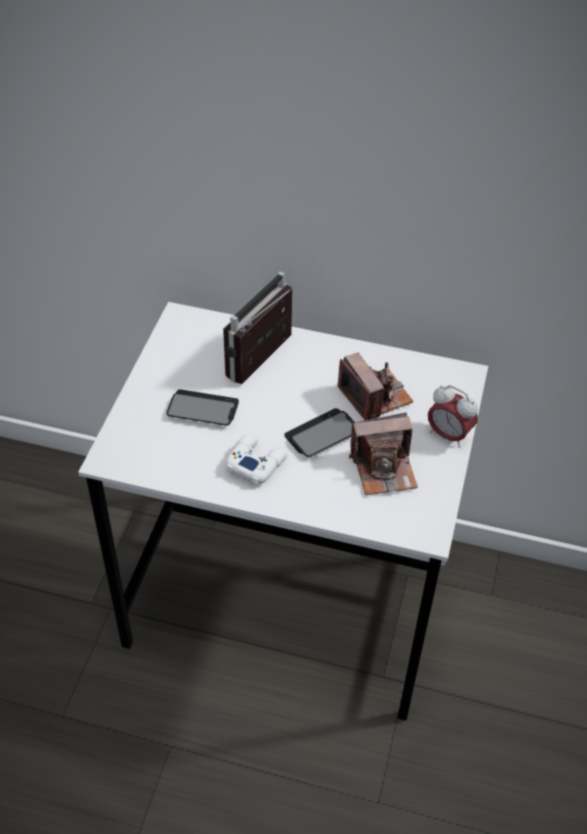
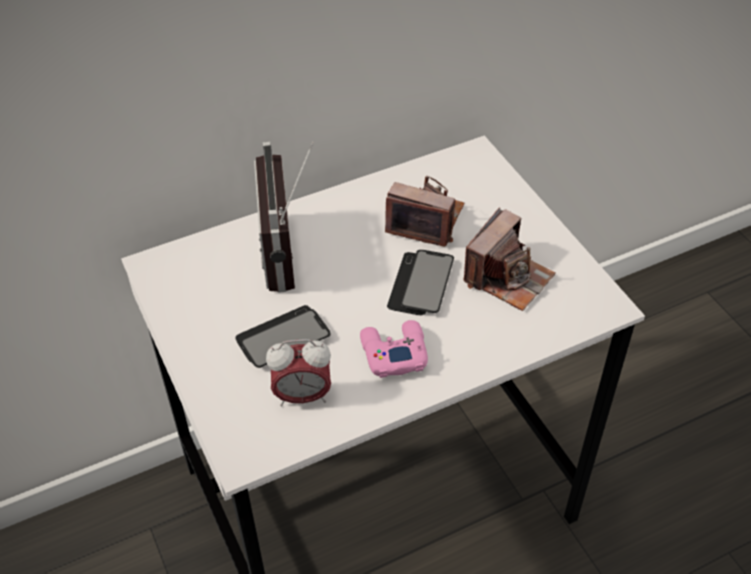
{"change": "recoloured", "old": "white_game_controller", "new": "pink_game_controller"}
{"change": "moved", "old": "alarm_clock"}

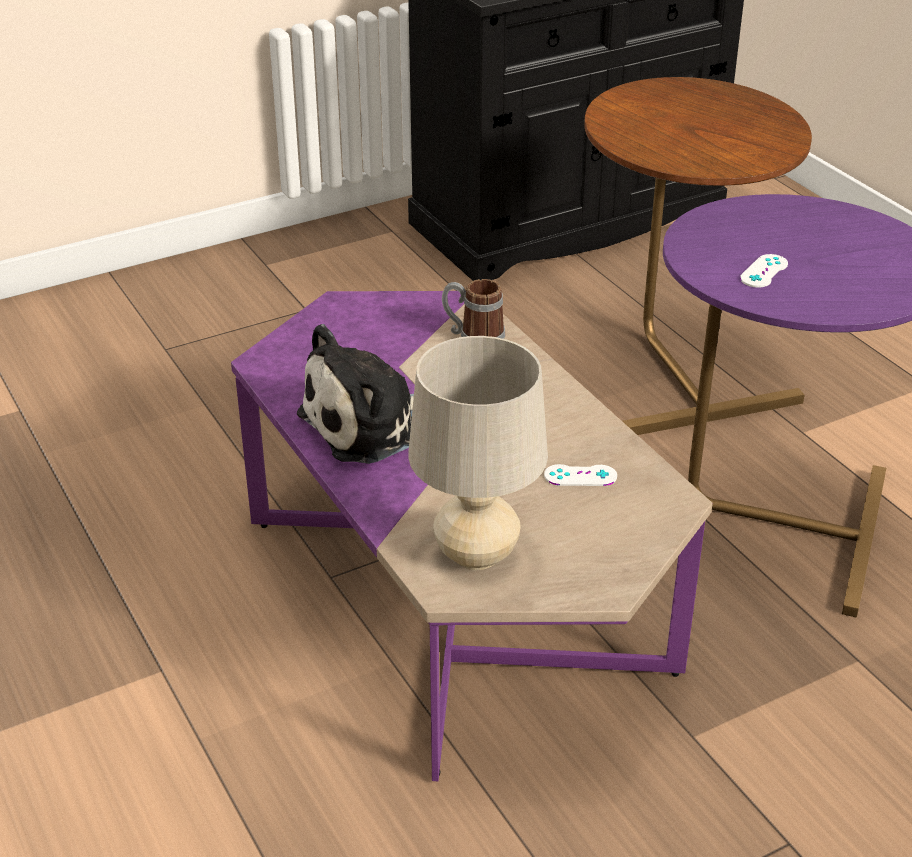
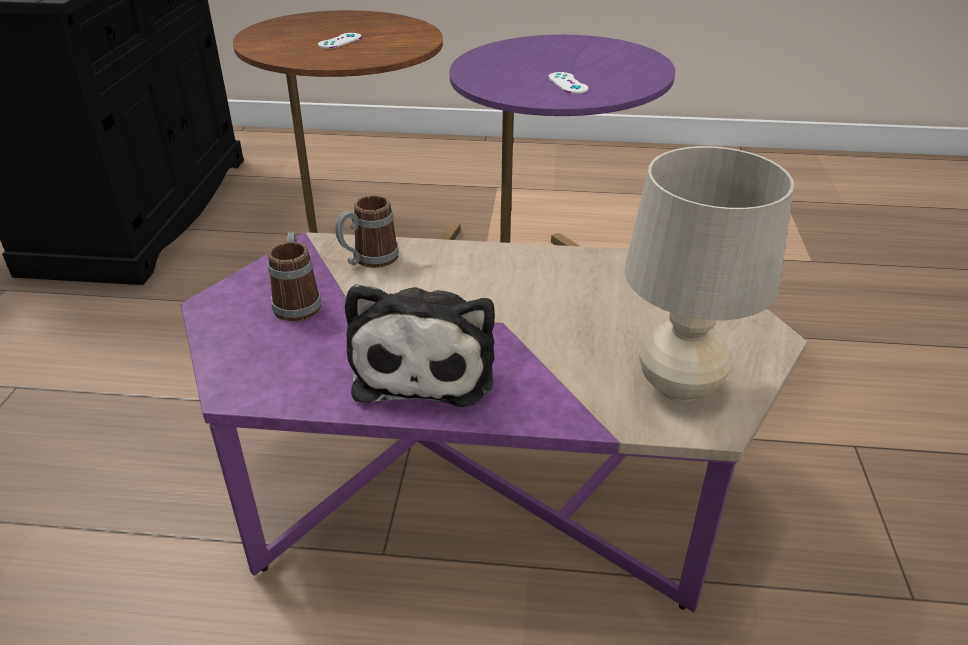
{"change": "moved", "old": "white_game_controller (1st from left)"}
{"change": "added", "new": "mug (1st from left)"}

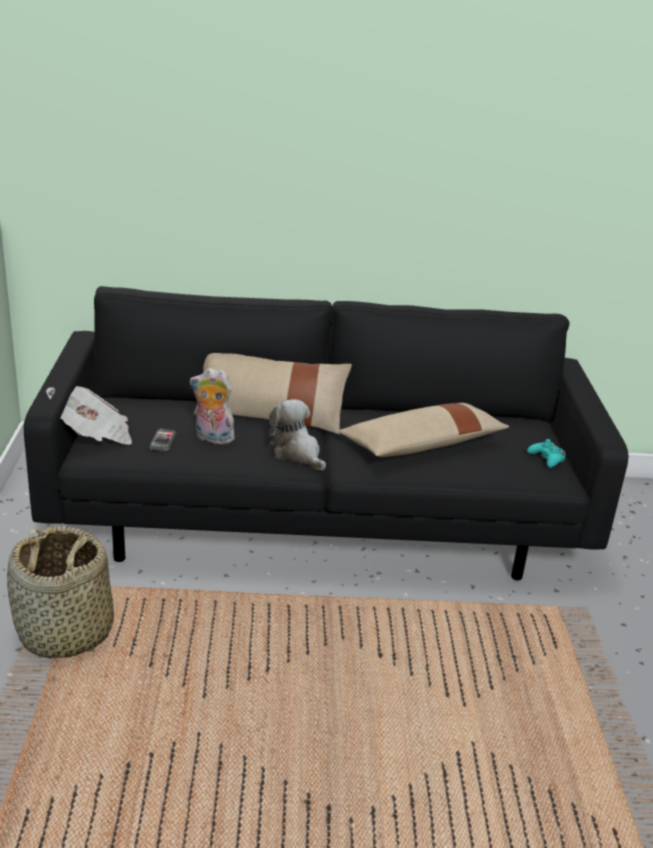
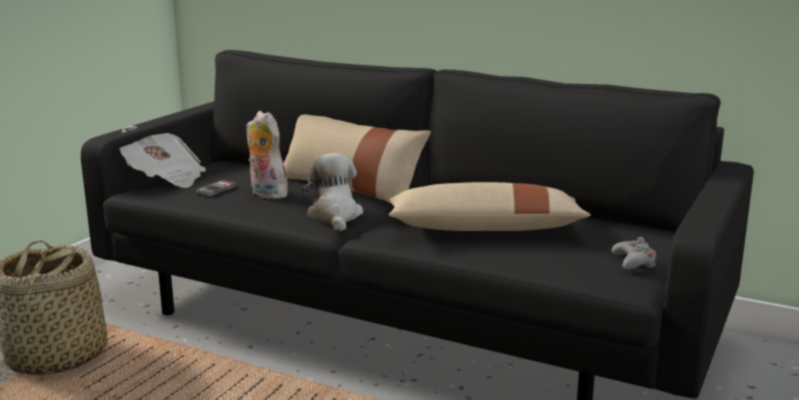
{"change": "recoloured", "old": "turquoise_game_controller", "new": "grey_game_controller"}

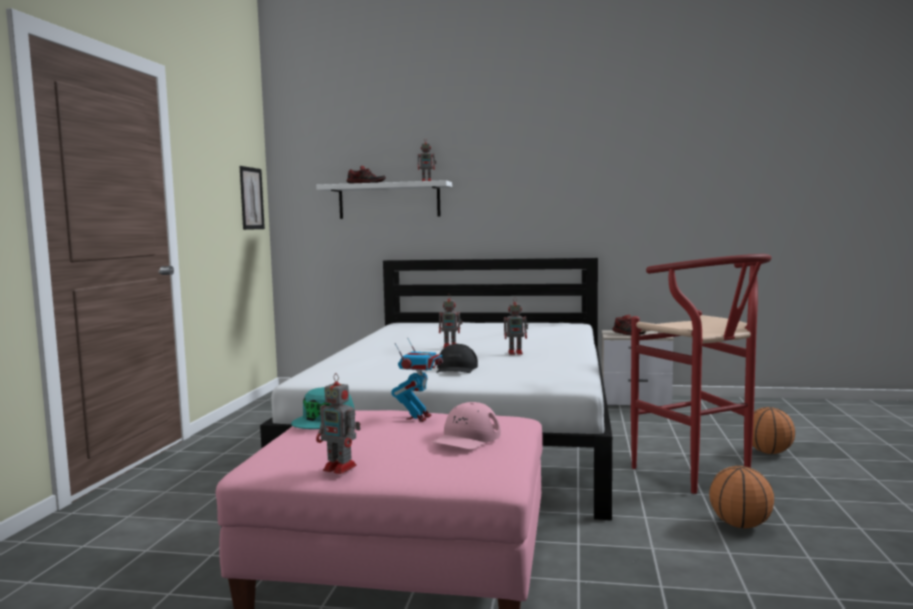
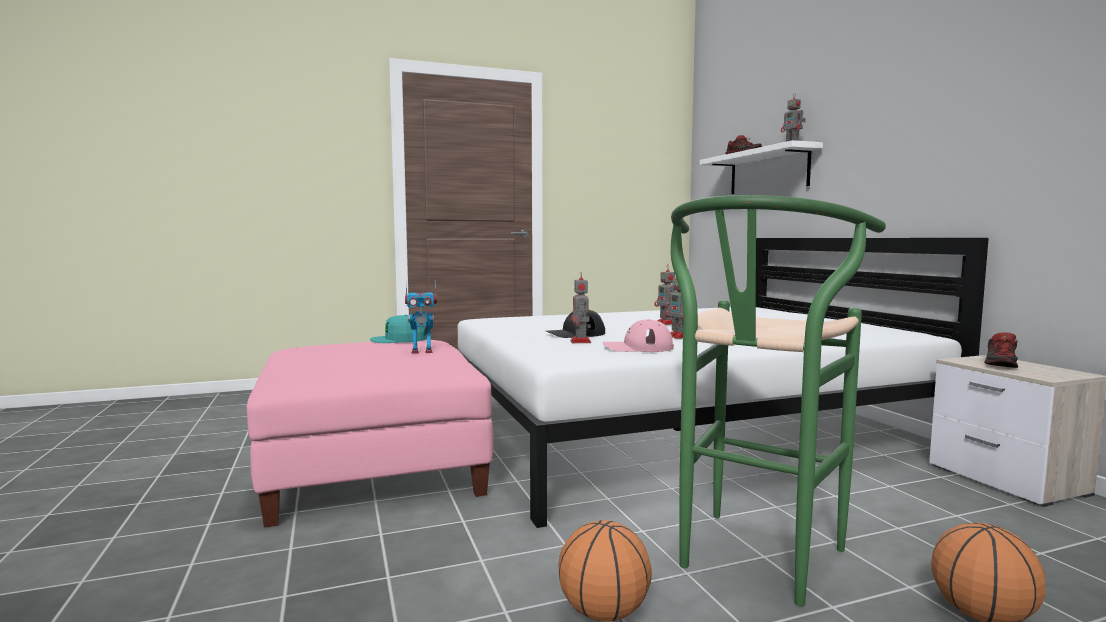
{"change": "removed", "old": "picture"}
{"change": "moved", "old": "toy_robot (1st from left in the first image)", "new": "toy_robot (2nd from left)"}
{"change": "moved", "old": "pink_cap"}
{"change": "recoloured", "old": "red_stool", "new": "green_stool"}

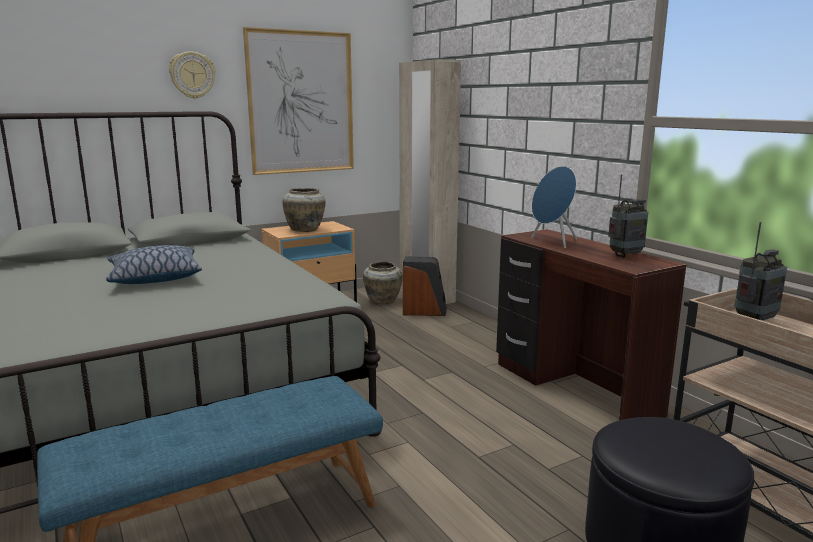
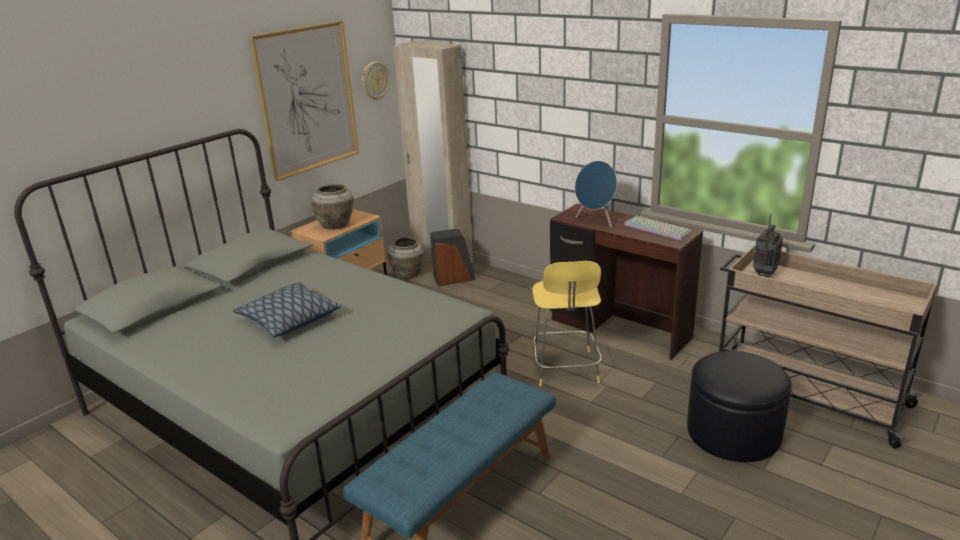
{"change": "moved", "old": "wall_clock"}
{"change": "replaced", "old": "radio (1st from left)", "new": "keyboard"}
{"change": "added", "new": "yellow_stool"}

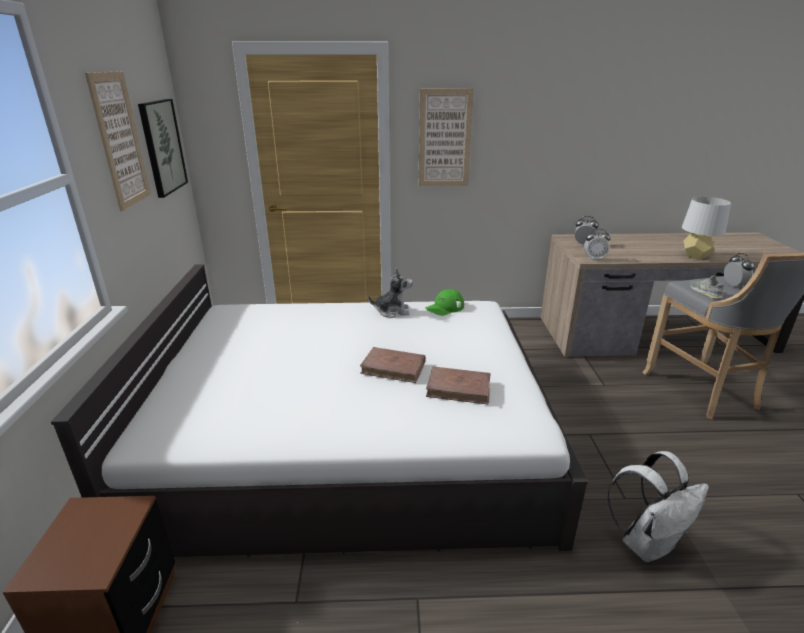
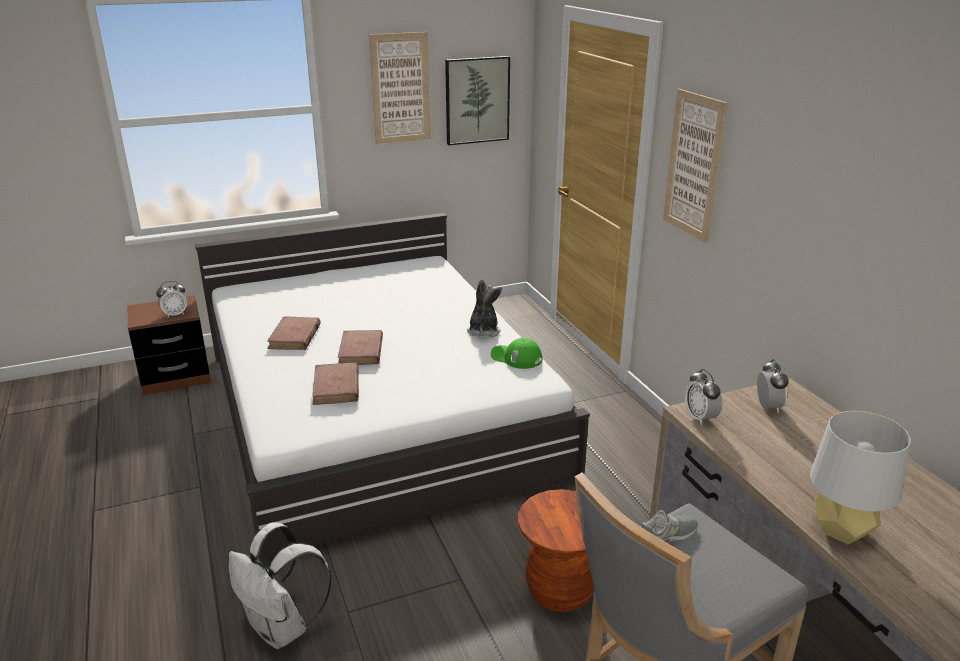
{"change": "turned", "old": "plush_toy", "degrees": -150}
{"change": "moved", "old": "alarm_clock (3rd from left in the first image)", "new": "alarm_clock (1st from left)"}
{"change": "added", "new": "brown_book (1st from left)"}
{"change": "added", "new": "brown_stool"}

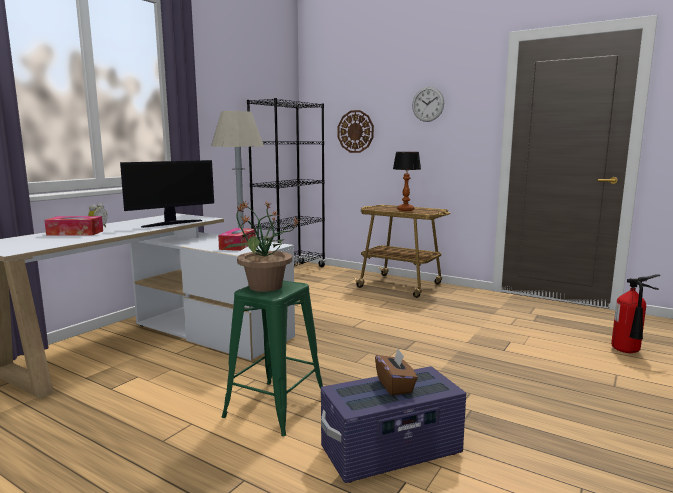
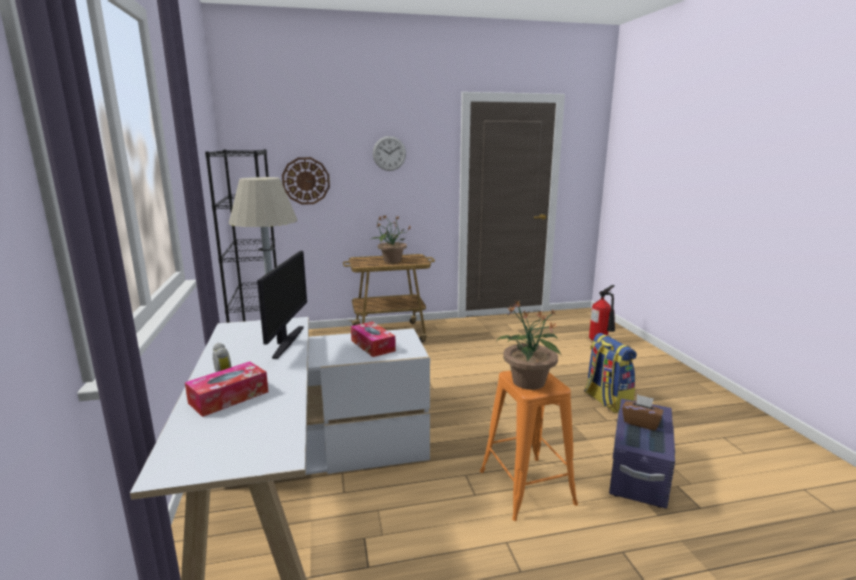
{"change": "recoloured", "old": "green_stool", "new": "orange_stool"}
{"change": "replaced", "old": "table_lamp", "new": "potted_plant (1st from left)"}
{"change": "added", "new": "backpack"}

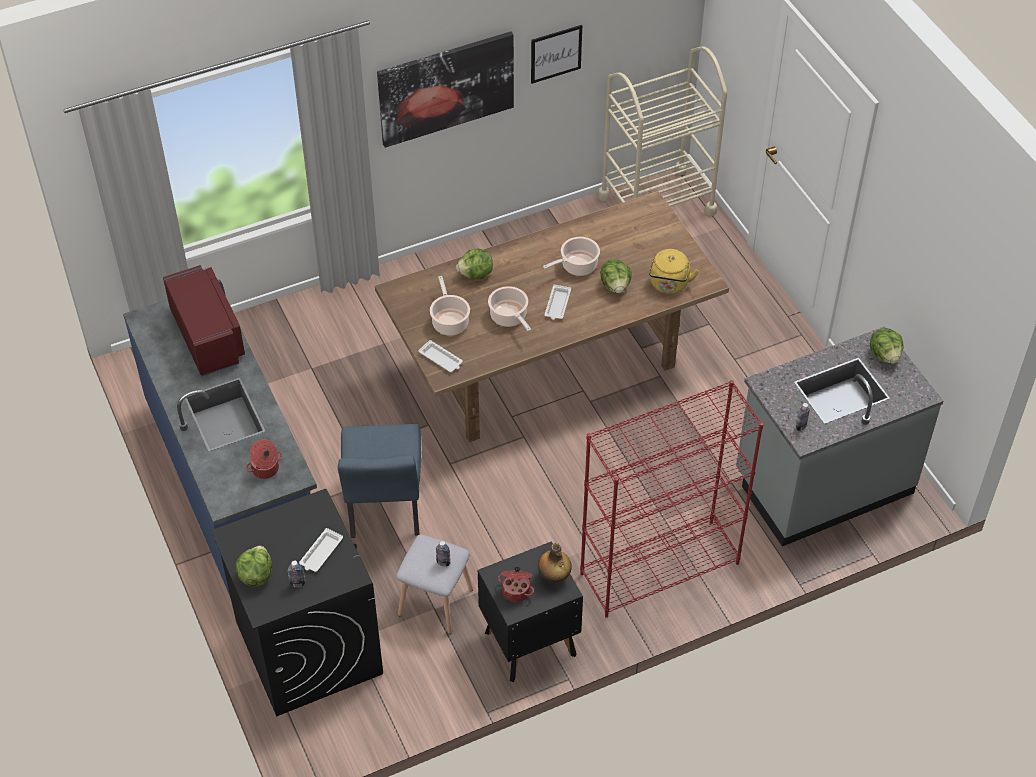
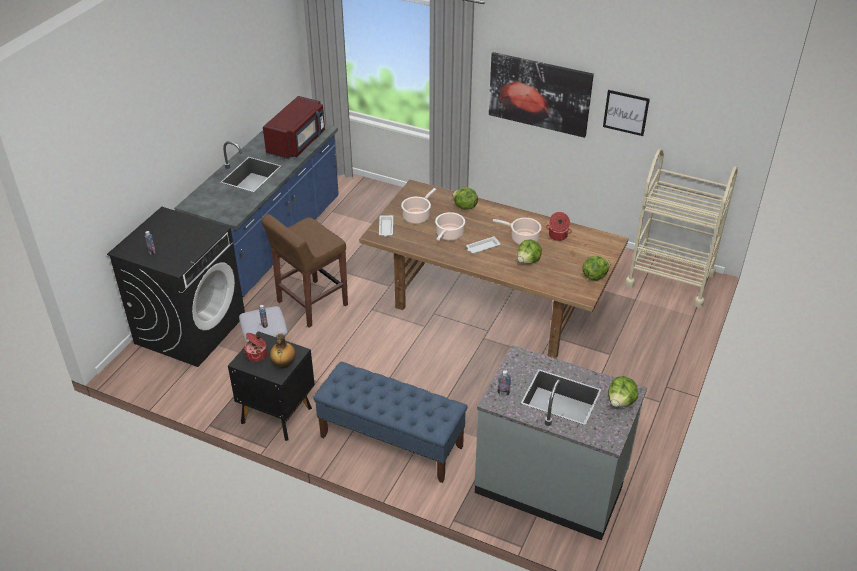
{"change": "moved", "old": "lettuce (1st from left in the first image)", "new": "lettuce (3rd from left)"}
{"change": "moved", "old": "cooking_pot (1st from left in the first image)", "new": "cooking_pot (5th from left)"}
{"change": "removed", "old": "white_tray (1st from left)"}
{"change": "replaced", "old": "blue_chair", "new": "brown_stool"}
{"change": "replaced", "old": "red_bookcase", "new": "blue_bench"}
{"change": "removed", "old": "yellow_kettle"}

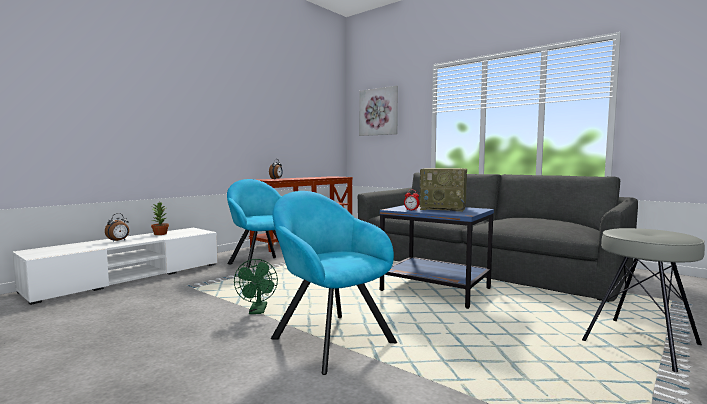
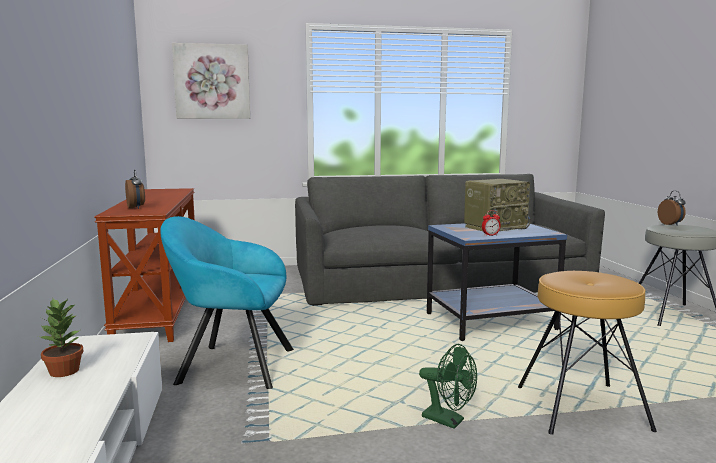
{"change": "moved", "old": "alarm_clock (1st from left in the first image)", "new": "alarm_clock (3rd from left)"}
{"change": "replaced", "old": "turquoise_armchair (2nd from left)", "new": "brown_stool"}

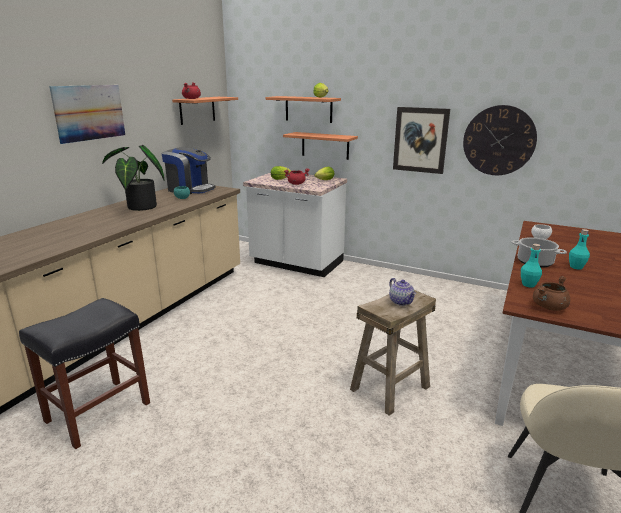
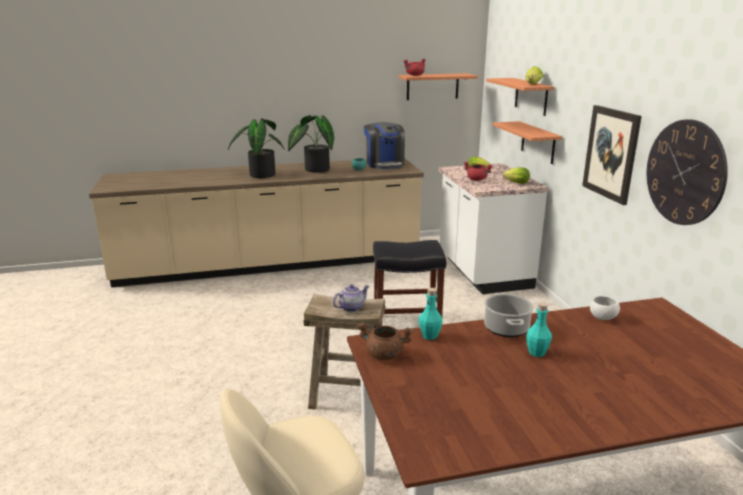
{"change": "moved", "old": "black_stool"}
{"change": "removed", "old": "picture (1st from left)"}
{"change": "turned", "old": "teapot", "degrees": -150}
{"change": "added", "new": "potted_plant (1st from left)"}

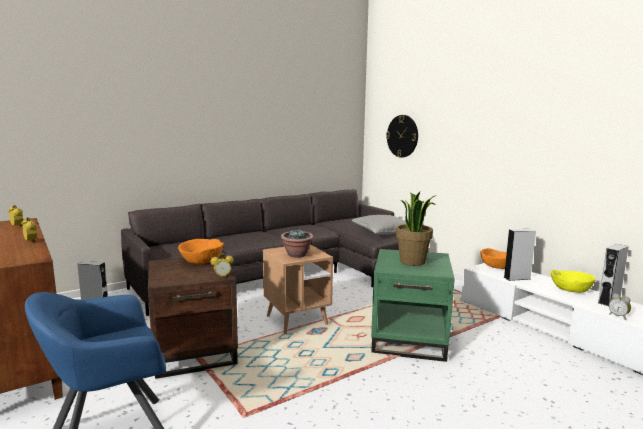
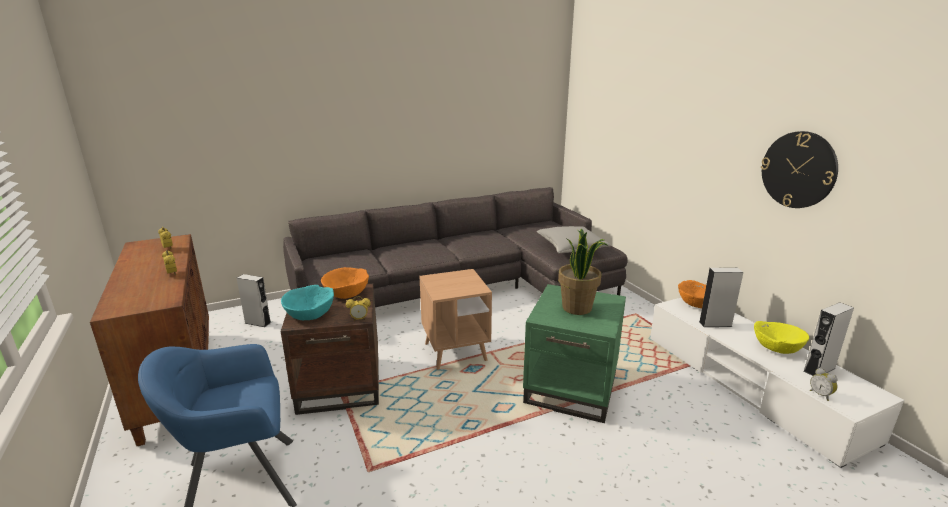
{"change": "removed", "old": "potted_plant (1st from left)"}
{"change": "moved", "old": "wall_clock"}
{"change": "added", "new": "turquoise_bowl"}

